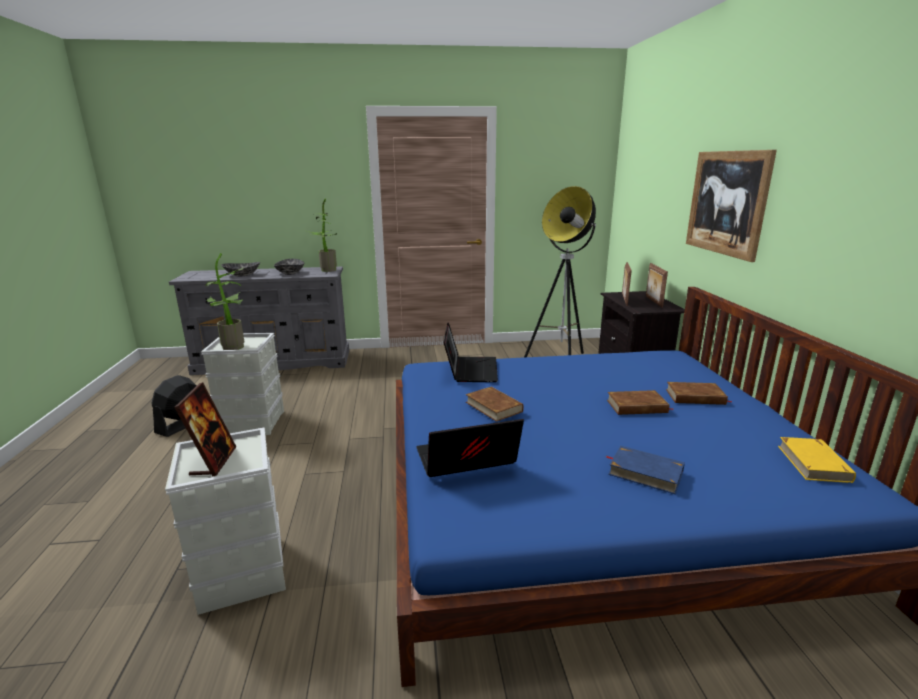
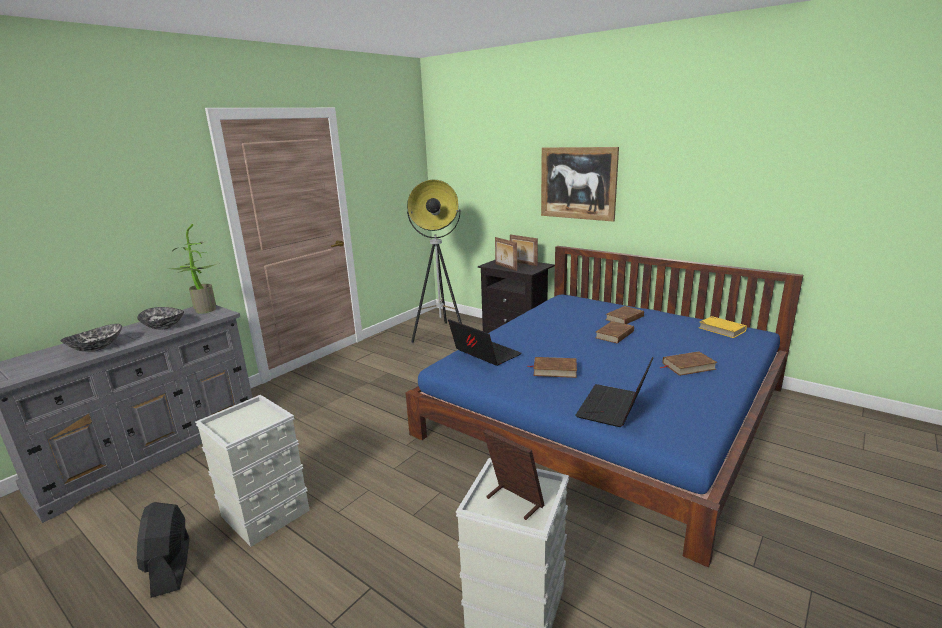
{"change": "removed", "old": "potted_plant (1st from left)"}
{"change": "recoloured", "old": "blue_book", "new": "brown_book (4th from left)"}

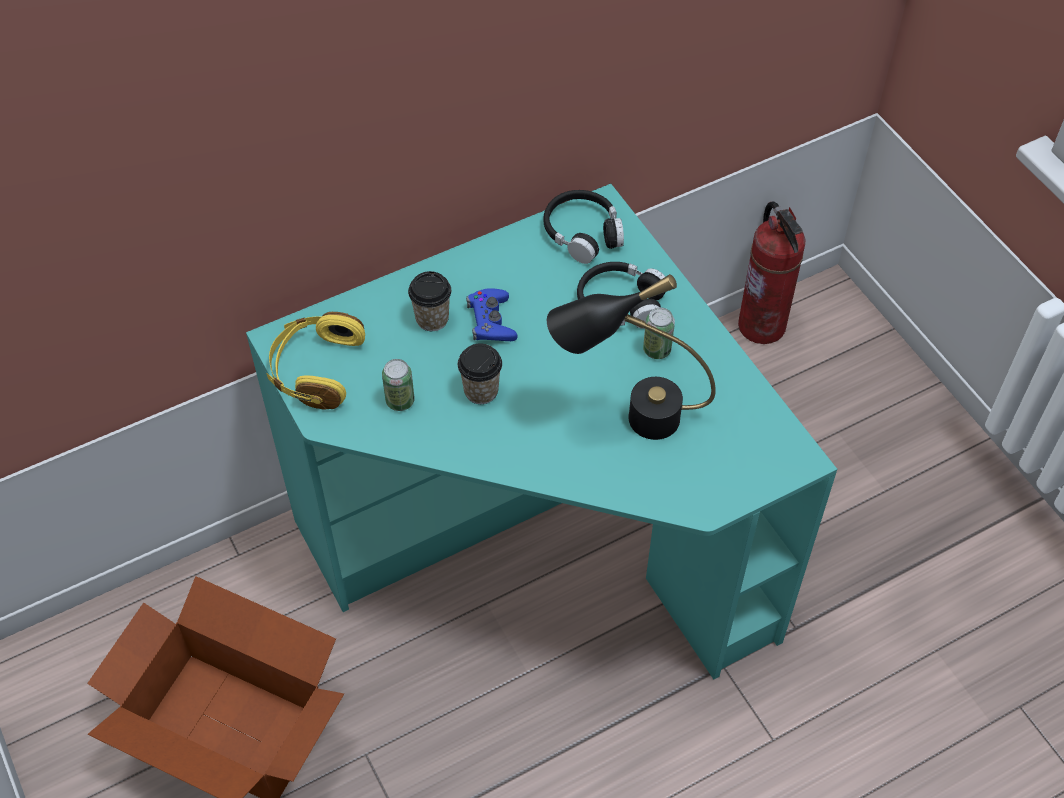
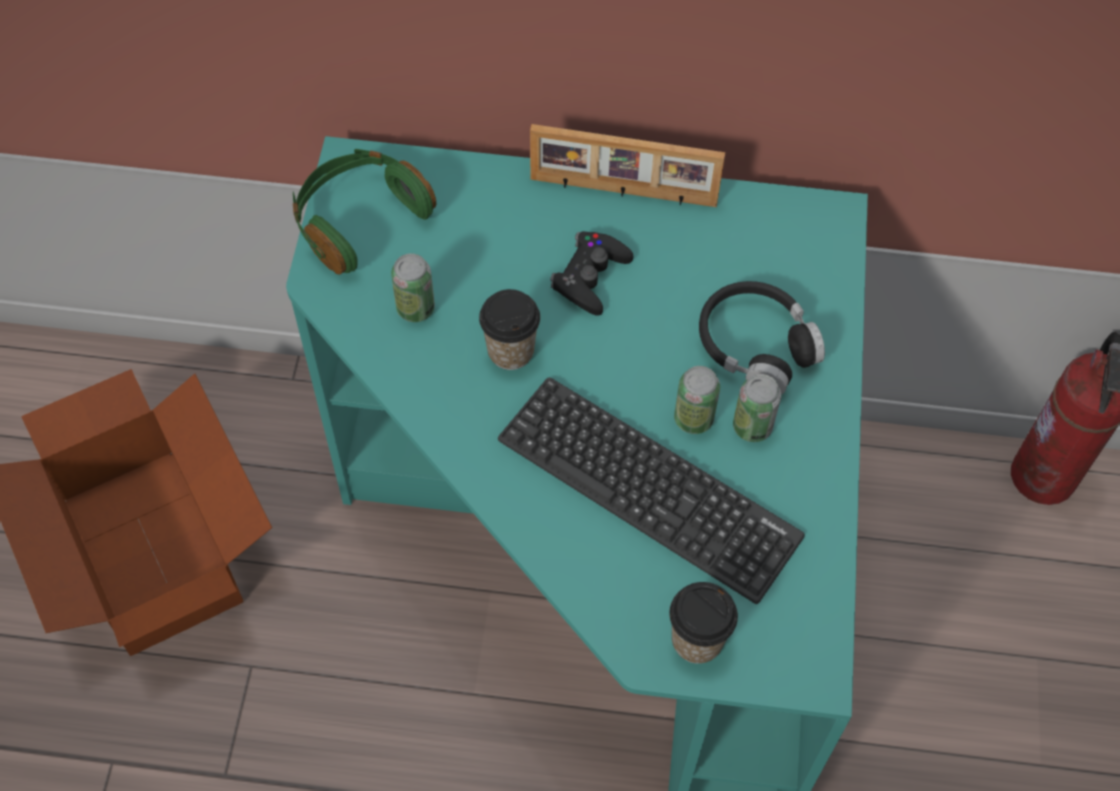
{"change": "recoloured", "old": "yellow_headphones", "new": "green_headphones"}
{"change": "moved", "old": "cup (1st from left in the first image)", "new": "cup (2nd from left)"}
{"change": "recoloured", "old": "blue_game_controller", "new": "black_game_controller"}
{"change": "removed", "old": "black_headphones (1st from left)"}
{"change": "replaced", "old": "black_table_lamp", "new": "keyboard"}
{"change": "added", "new": "picture_frame"}
{"change": "added", "new": "can (2nd from left)"}

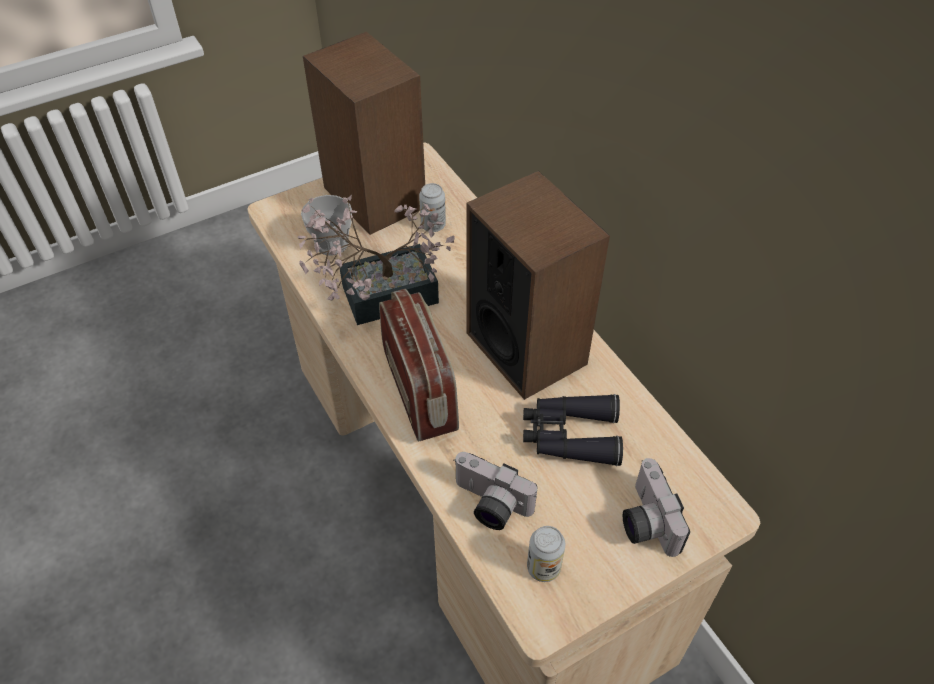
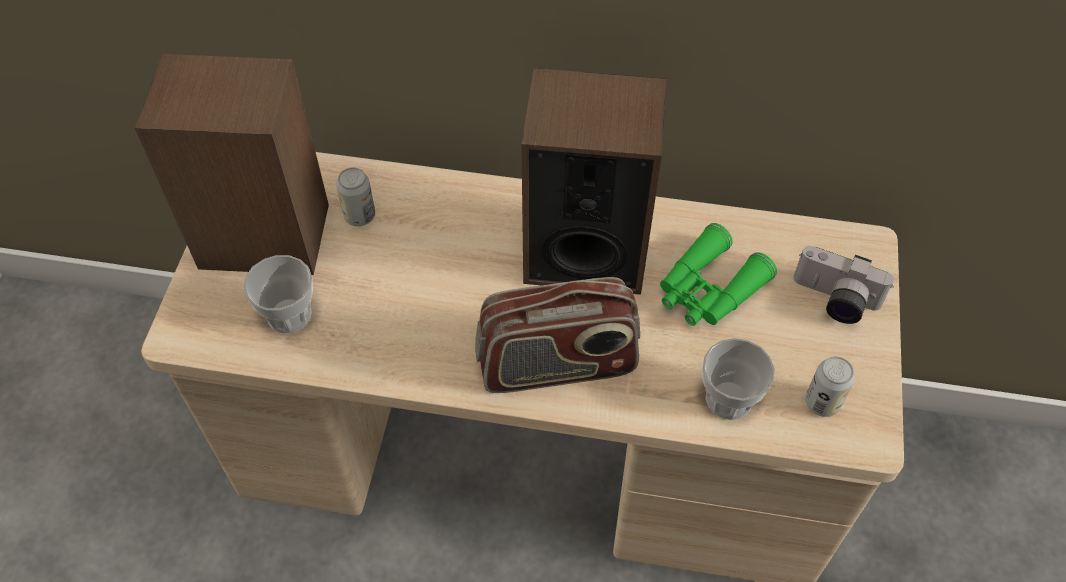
{"change": "removed", "old": "potted_plant"}
{"change": "turned", "old": "radio", "degrees": 150}
{"change": "replaced", "old": "photo_camera (1st from left)", "new": "cup (2nd from left)"}
{"change": "recoloured", "old": "black_binoculars", "new": "green_binoculars"}

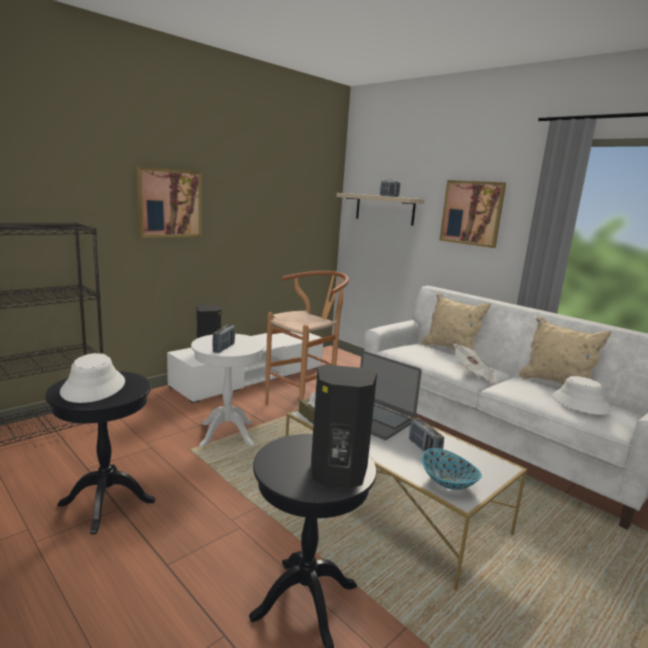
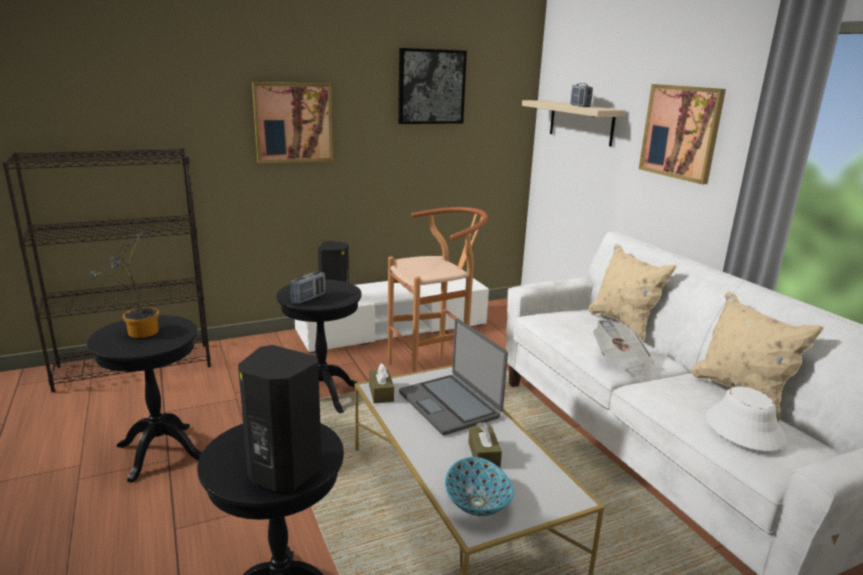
{"change": "replaced", "old": "white_hat (1st from left)", "new": "potted_plant"}
{"change": "recoloured", "old": "white_side_table", "new": "black_side_table (3rd from left)"}
{"change": "replaced", "old": "radio (3rd from left)", "new": "brown_tissue_box (2nd from left)"}
{"change": "added", "new": "picture (2nd from left)"}

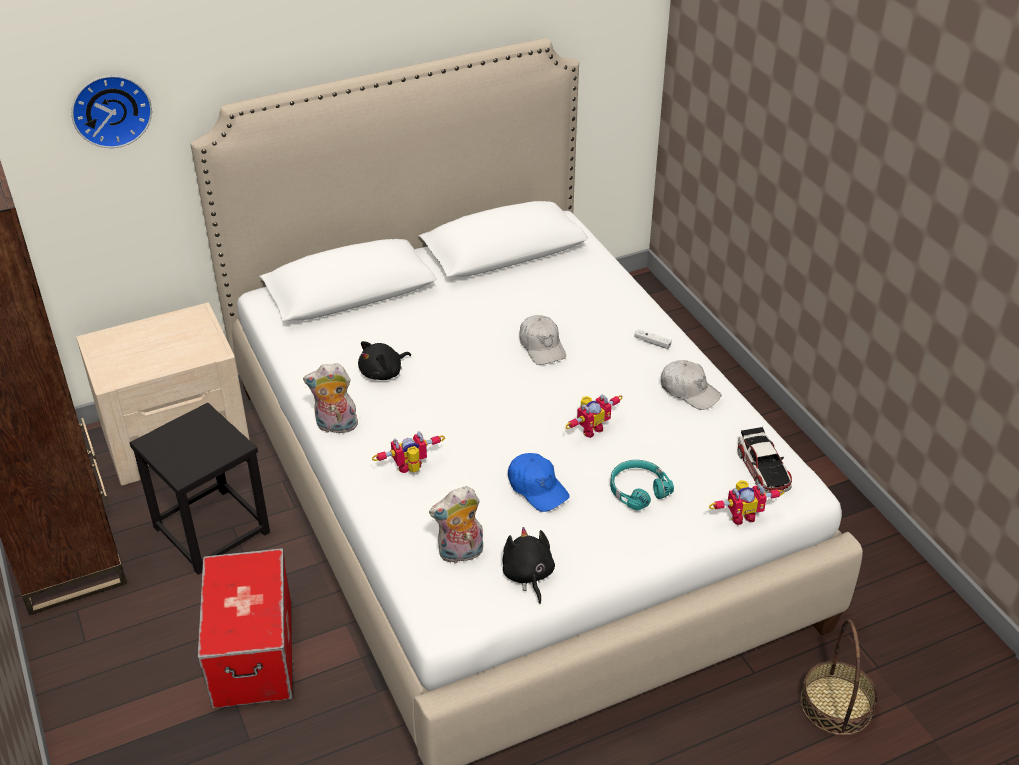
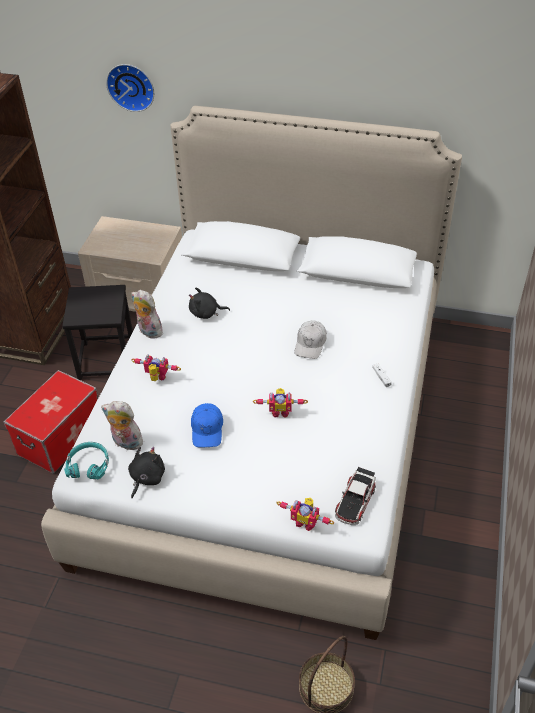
{"change": "moved", "old": "turquoise_headphones"}
{"change": "removed", "old": "white_cap (2nd from left)"}

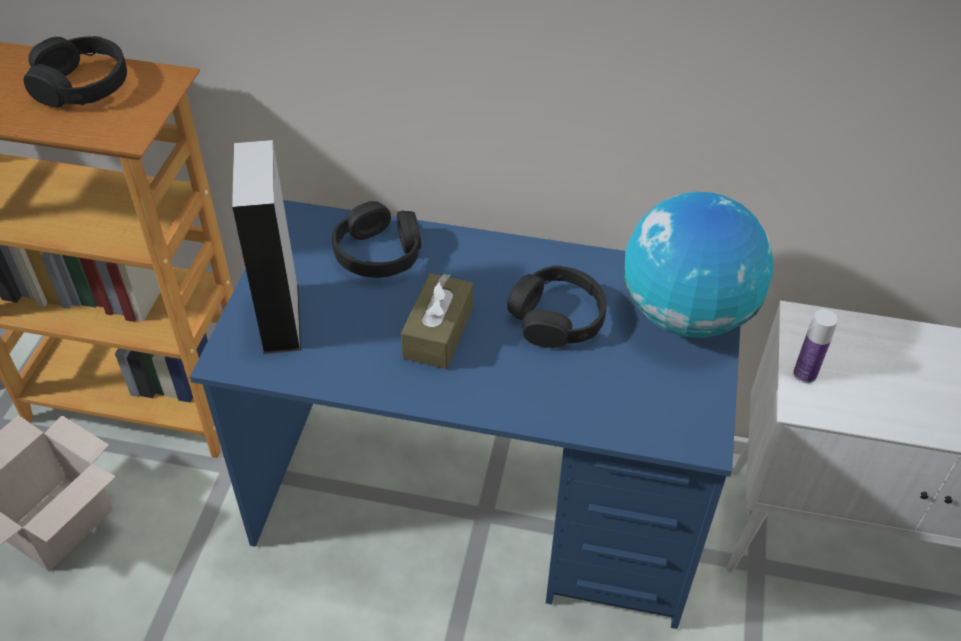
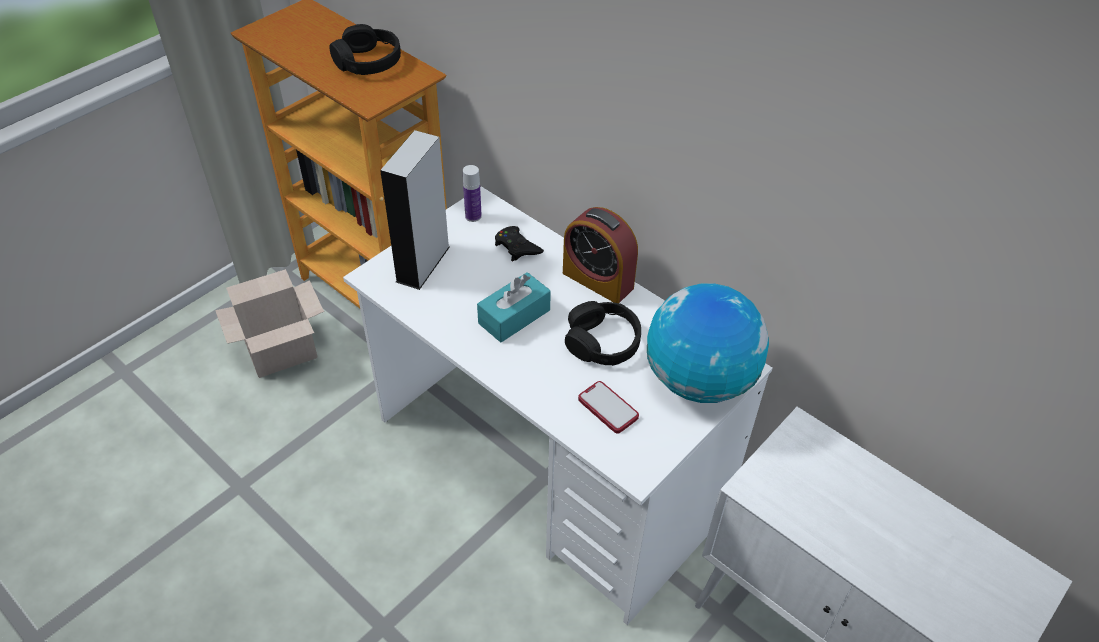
{"change": "recoloured", "old": "blue_desk", "new": "white_desk"}
{"change": "replaced", "old": "black_headphones (2nd from left)", "new": "black_game_controller"}
{"change": "recoloured", "old": "brown_tissue_box", "new": "turquoise_tissue_box"}
{"change": "moved", "old": "bottle"}
{"change": "added", "new": "alarm_clock"}
{"change": "added", "new": "phone"}

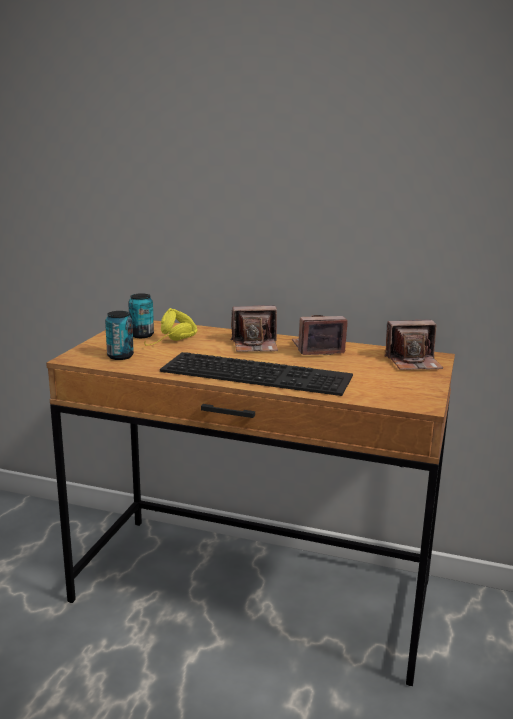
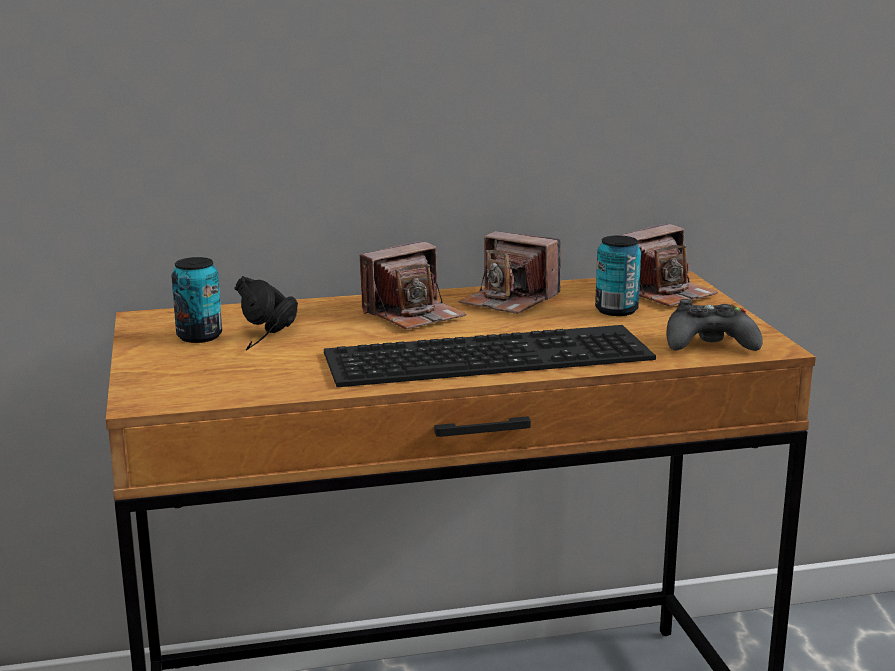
{"change": "moved", "old": "can (1st from left in the first image)", "new": "can (2nd from left)"}
{"change": "recoloured", "old": "yellow_headphones", "new": "black_headphones"}
{"change": "turned", "old": "photo_camera (2nd from left)", "degrees": -105}
{"change": "added", "new": "black_game_controller"}

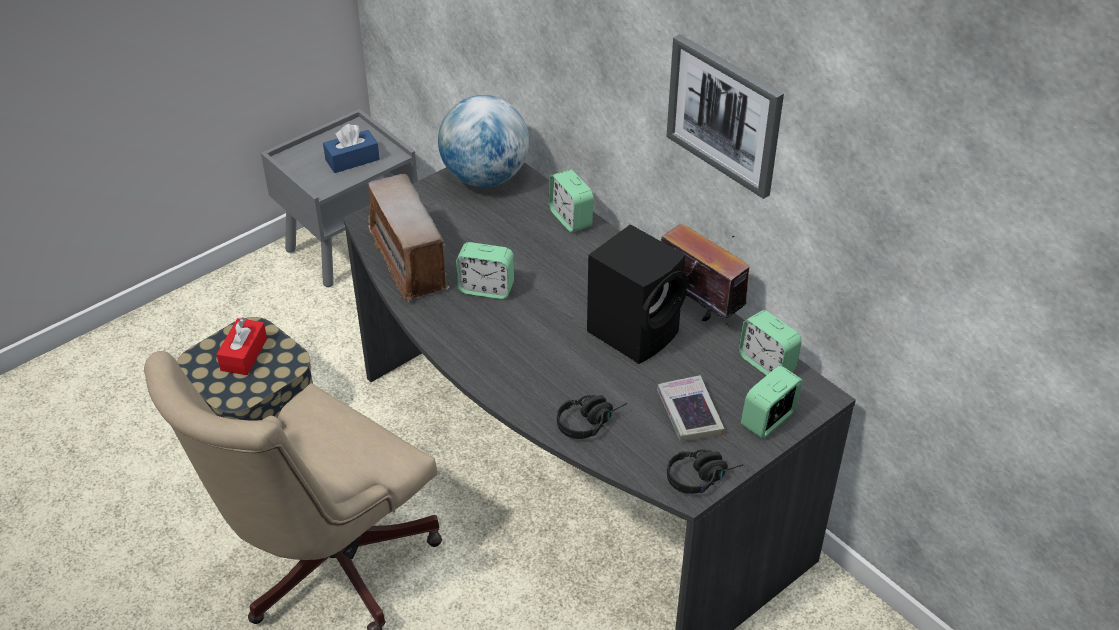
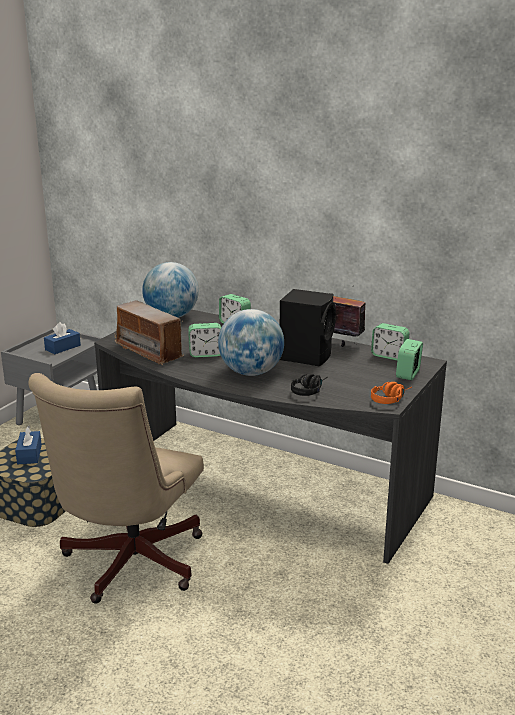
{"change": "recoloured", "old": "red_tissue_box", "new": "blue_tissue_box (1st from left)"}
{"change": "removed", "old": "book"}
{"change": "removed", "old": "picture"}
{"change": "recoloured", "old": "black_headphones (2nd from left)", "new": "orange_headphones"}
{"change": "added", "new": "globe (2nd from left)"}

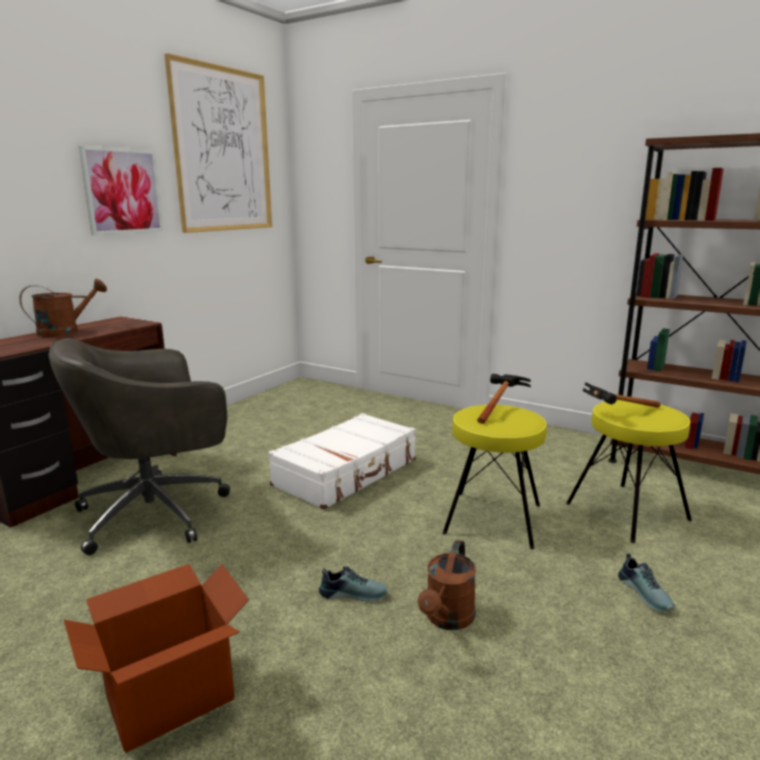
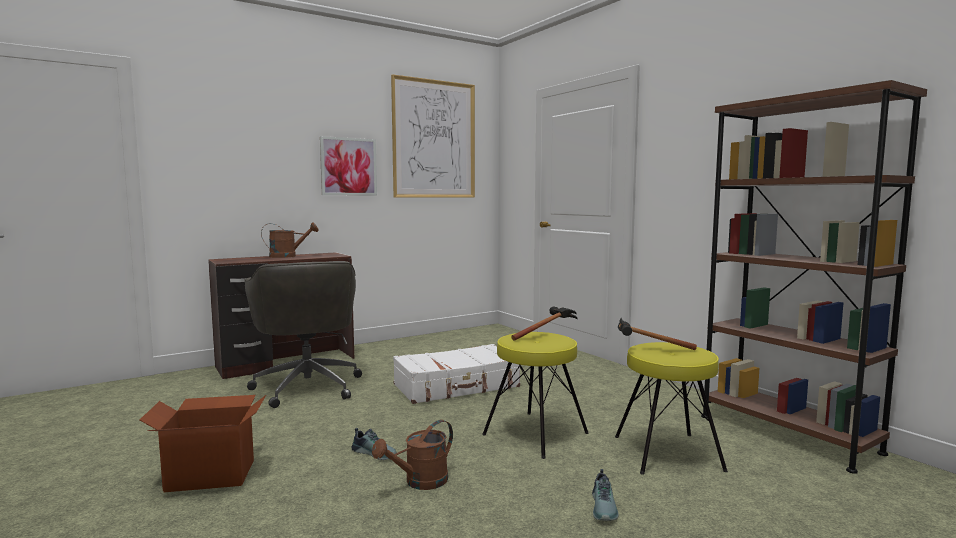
{"change": "turned", "old": "grey_office_chair", "degrees": -105}

